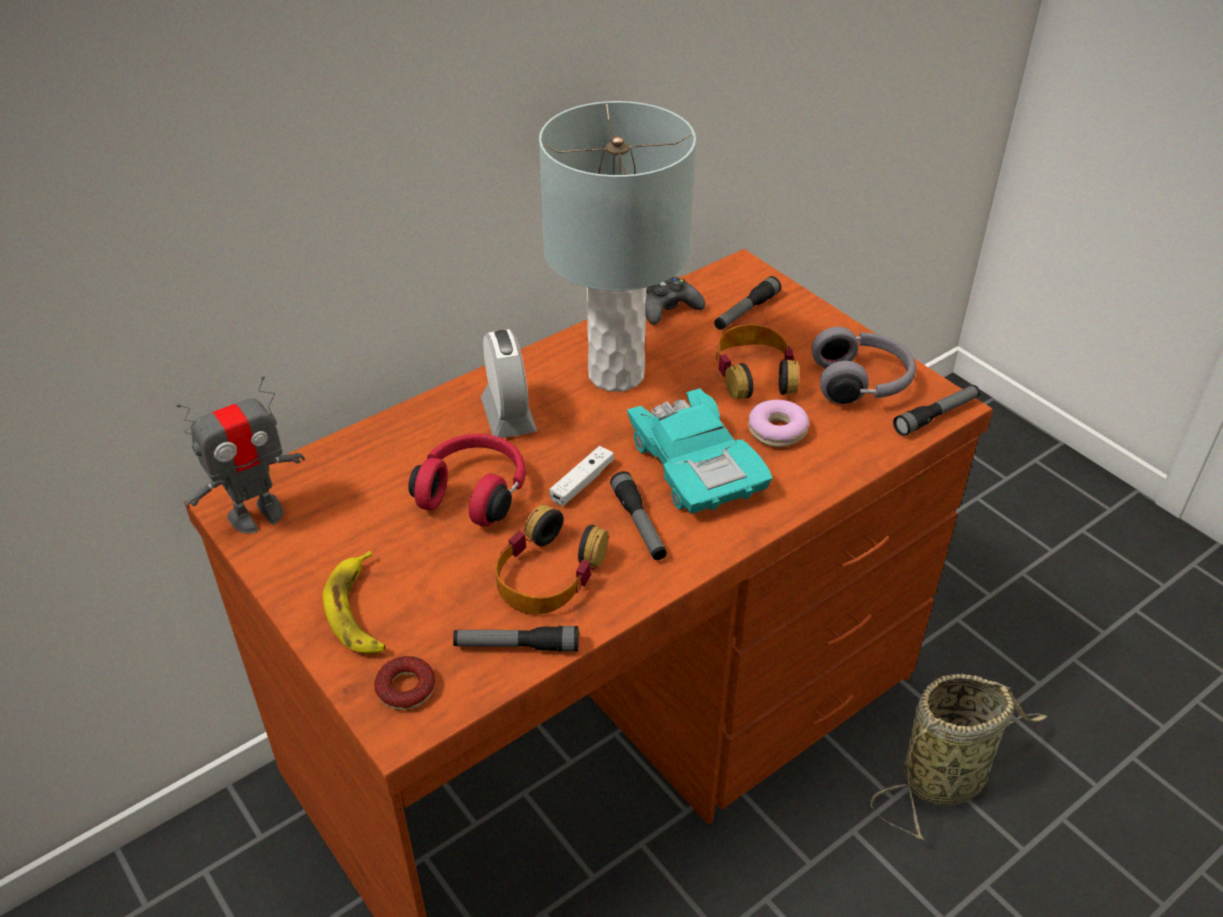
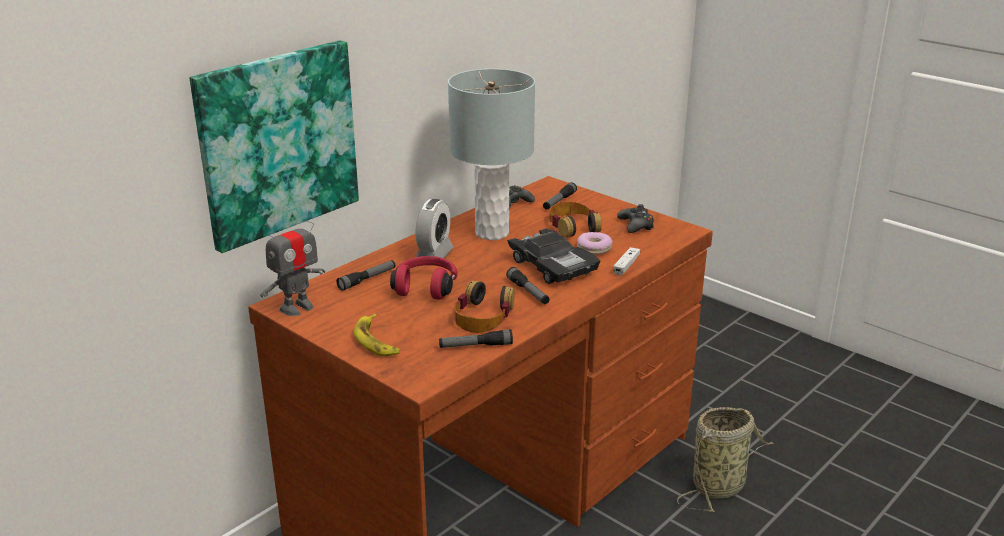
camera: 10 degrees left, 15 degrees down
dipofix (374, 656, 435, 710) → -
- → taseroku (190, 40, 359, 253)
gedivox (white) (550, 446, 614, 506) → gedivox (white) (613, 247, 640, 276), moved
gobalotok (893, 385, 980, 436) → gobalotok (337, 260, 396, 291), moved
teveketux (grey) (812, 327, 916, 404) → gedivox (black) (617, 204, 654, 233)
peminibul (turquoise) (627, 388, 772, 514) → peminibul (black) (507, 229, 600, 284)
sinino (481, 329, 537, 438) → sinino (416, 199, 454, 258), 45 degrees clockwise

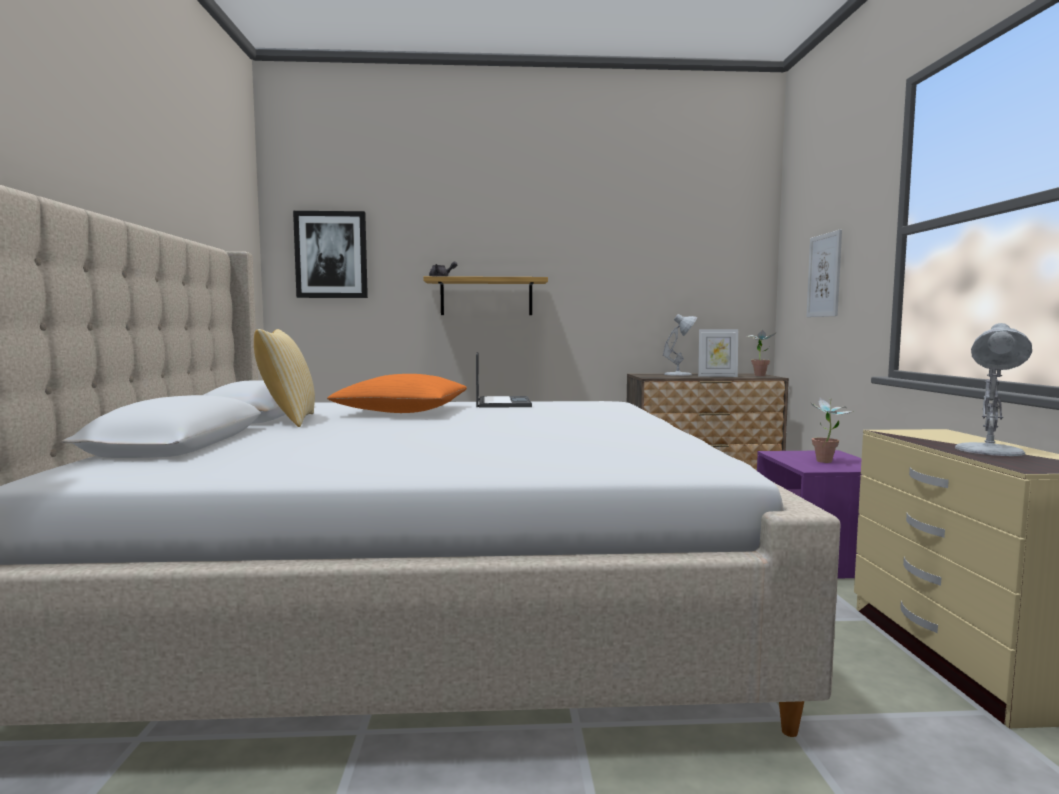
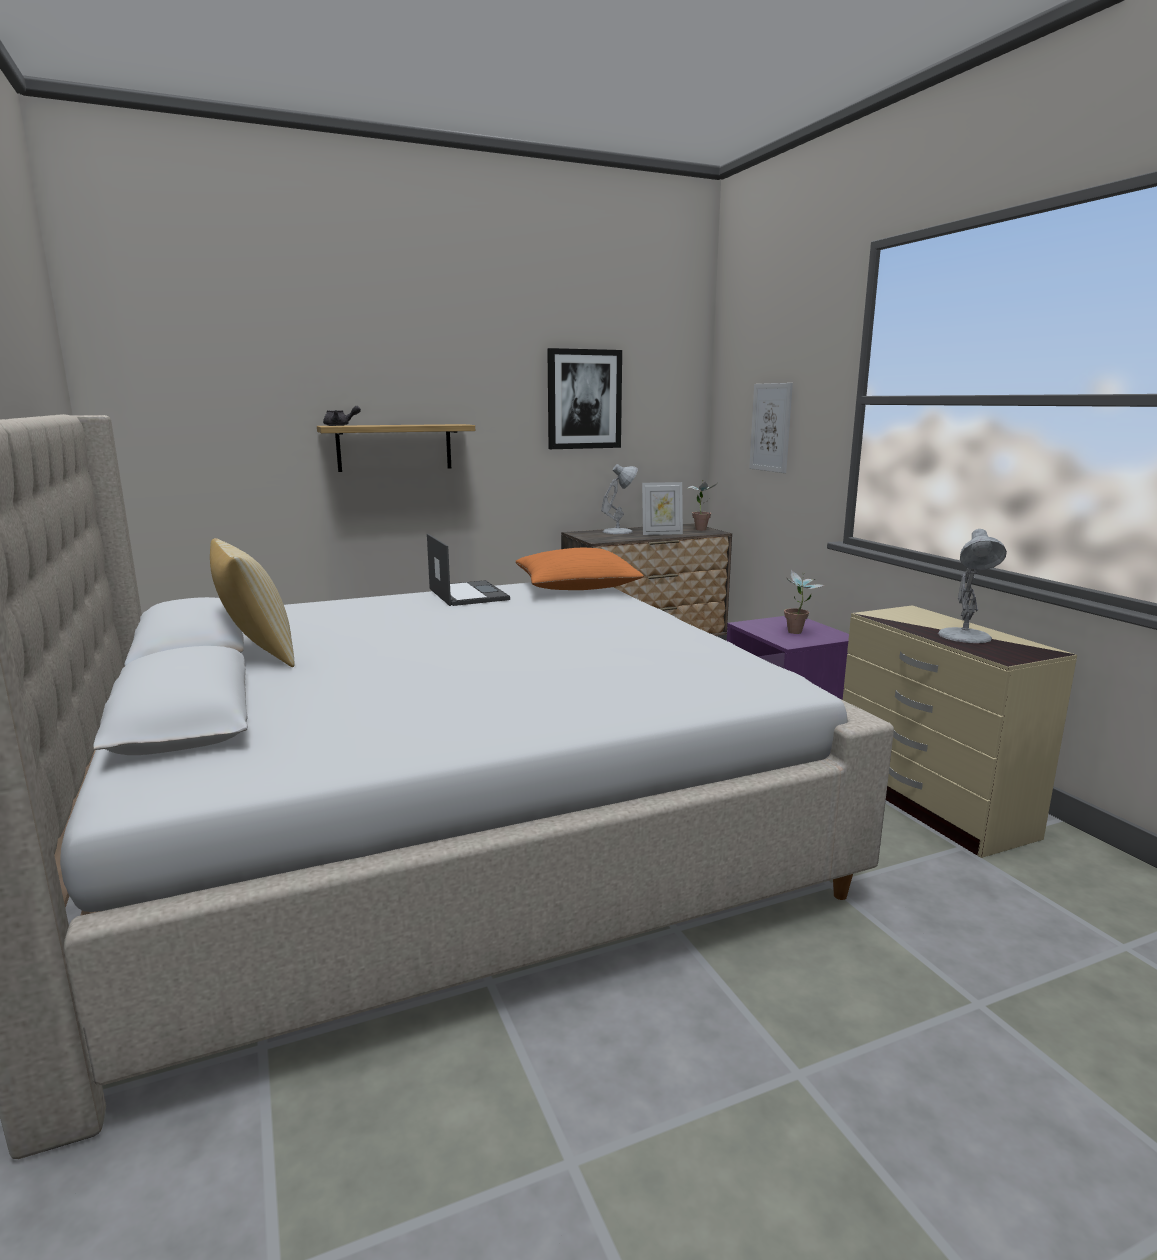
camera: 20 degrees left, 10 degrees up
taseroku (293, 211, 368, 298) → taseroku (547, 348, 622, 449), moved
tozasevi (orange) (327, 374, 467, 413) → tozasevi (orange) (515, 548, 644, 590), moved

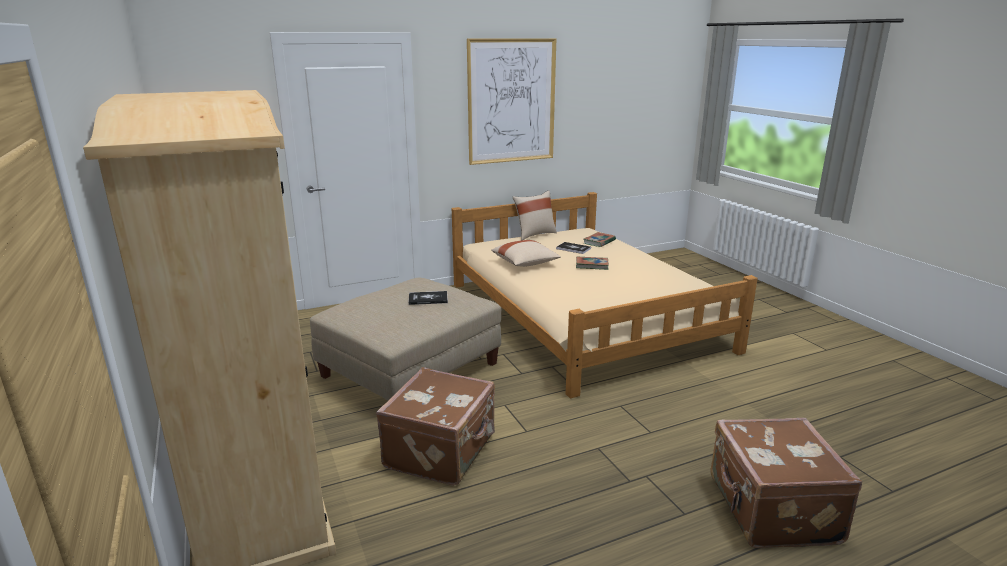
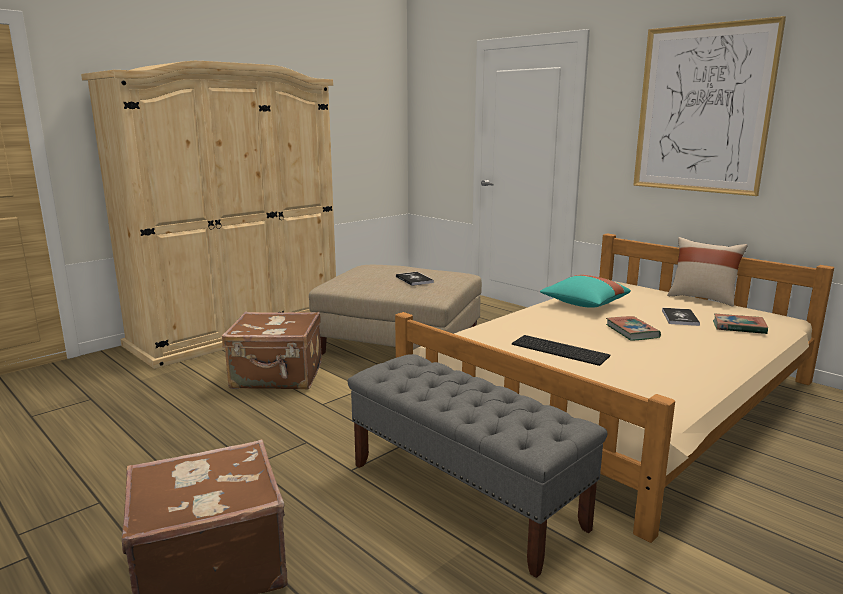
camera: 70 degrees right, 5 degrees down
- → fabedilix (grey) (348, 354, 607, 578)
- → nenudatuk (512, 335, 610, 366)
tozasevi (beige) (491, 240, 561, 267) → tozasevi (turquoise) (540, 275, 631, 308)

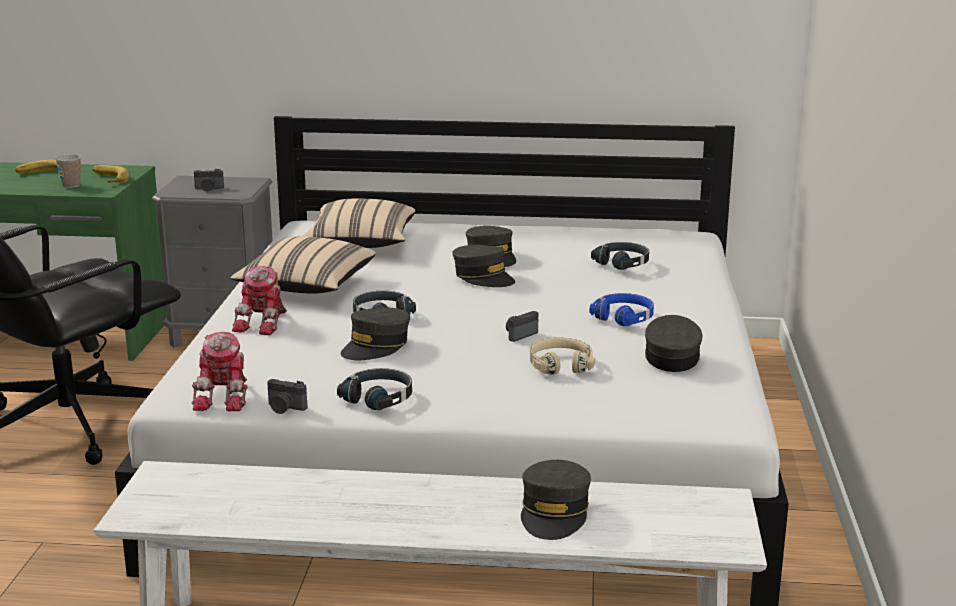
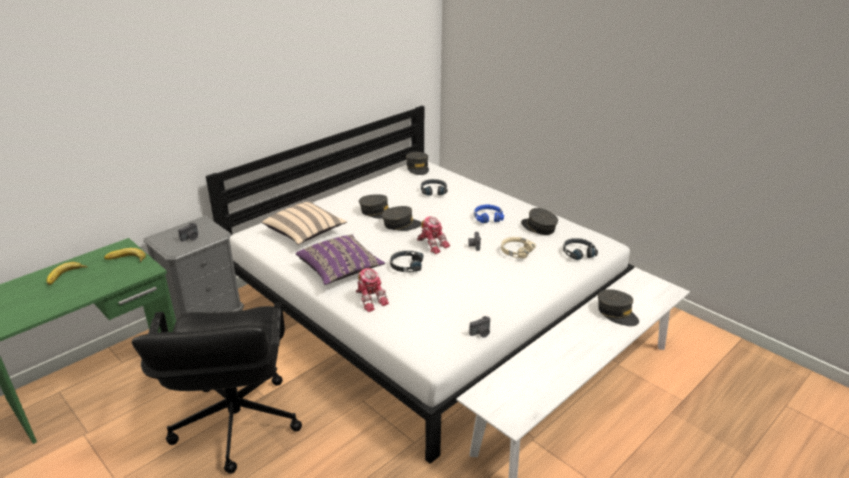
camera: 50 degrees left, 10 degrees up
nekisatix (55, 154, 81, 188) → -
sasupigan (192, 332, 248, 412) → sasupigan (417, 216, 450, 254), moved
teveketux (black) (337, 368, 412, 410) → teveketux (black) (563, 238, 598, 260), moved
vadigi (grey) (341, 308, 410, 360) → vadigi (grey) (406, 152, 429, 175), moved
tozasevi (beige) (230, 236, 376, 294) → tozasevi (purple) (296, 234, 385, 285)

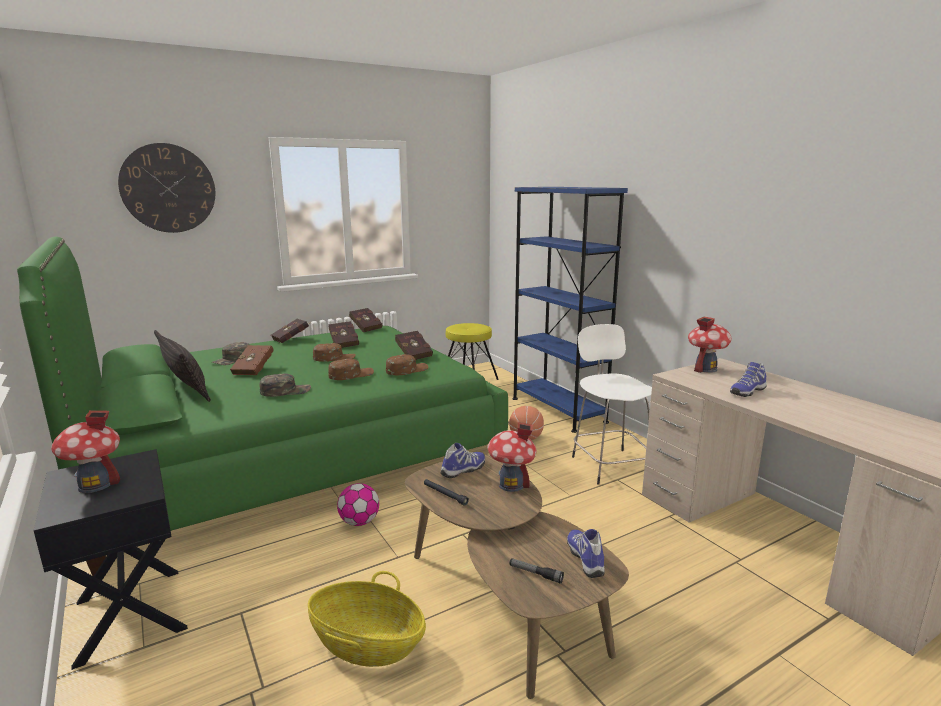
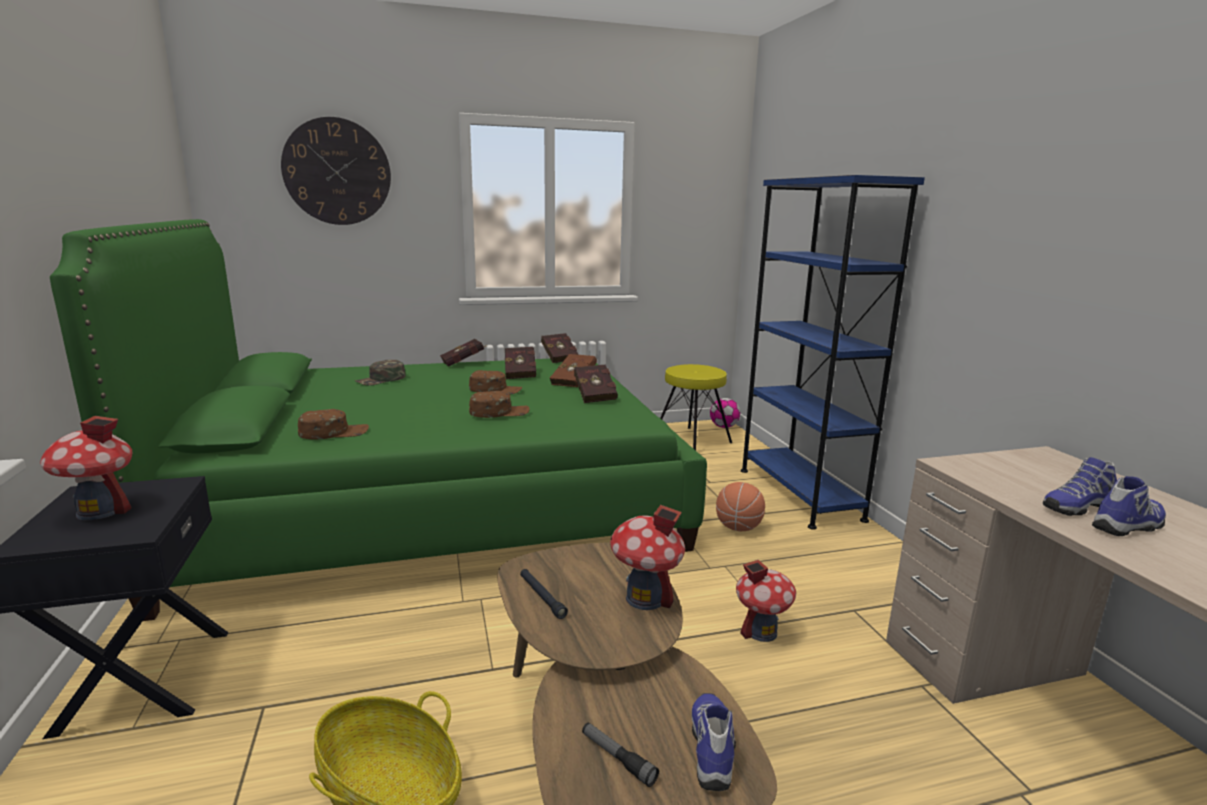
camera: 15 degrees right, 0 degrees up
tozasevi (154, 330, 211, 402) → -
vadigi (green) (259, 373, 311, 397) → -
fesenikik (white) (572, 324, 652, 485) → -
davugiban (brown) (230, 345, 274, 375) → davugiban (brown) (550, 354, 597, 387), moved
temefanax (337, 483, 379, 526) → temefanax (710, 398, 740, 428), moved
vadigi (brown) (386, 354, 428, 375) → vadigi (brown) (298, 409, 369, 440), moved
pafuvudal (440, 443, 485, 478) → pafuvudal (1092, 476, 1166, 536), moved
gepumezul (688, 316, 732, 373) → gepumezul (736, 560, 796, 642), moved

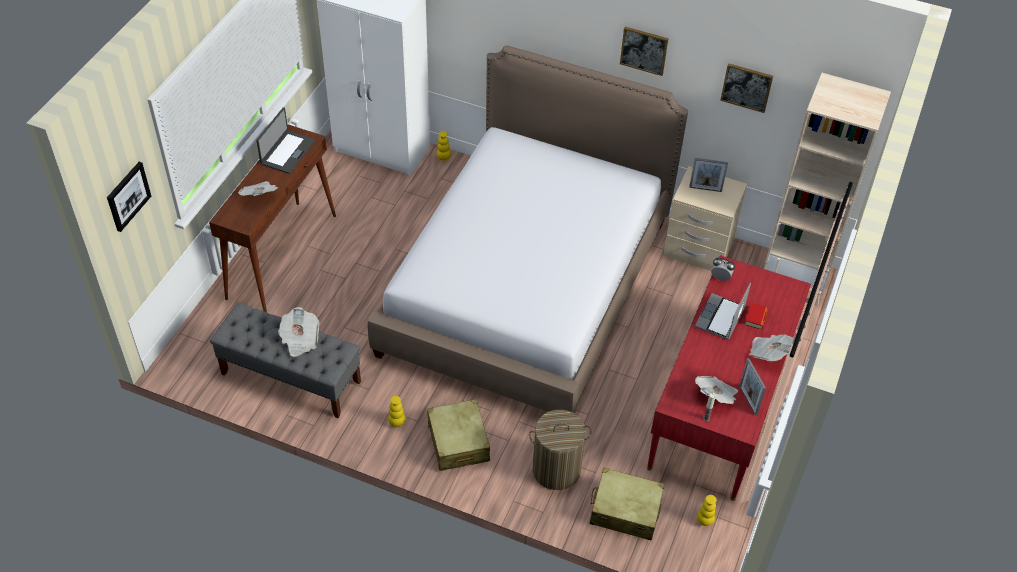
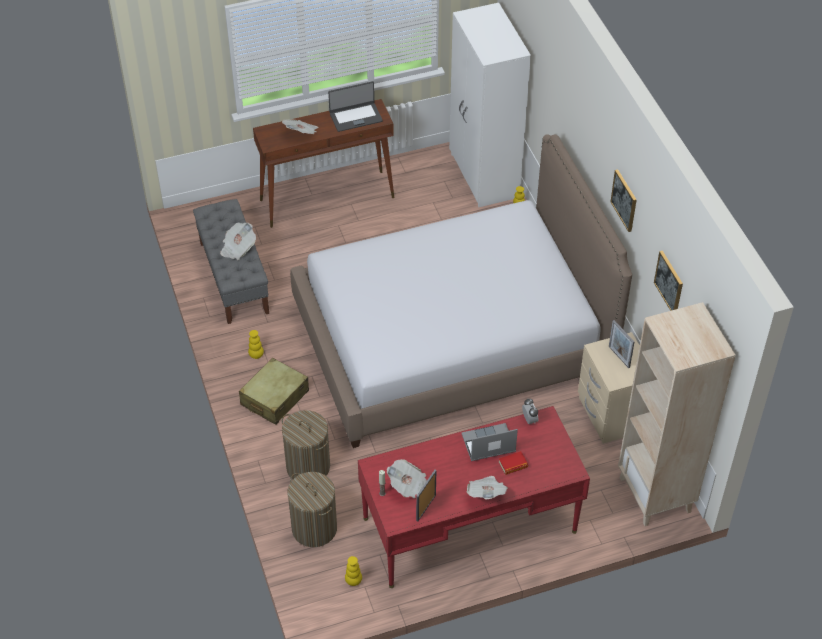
camera: 50 degrees right, 0 degrees up
taseroku (107, 162, 151, 232) → -
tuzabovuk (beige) (590, 468, 665, 541) → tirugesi (287, 472, 337, 547)

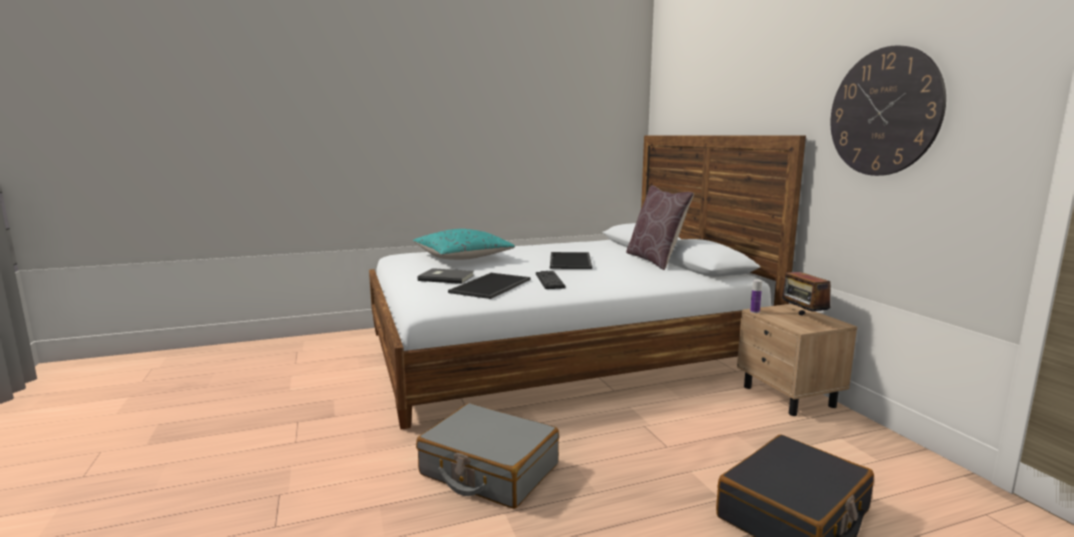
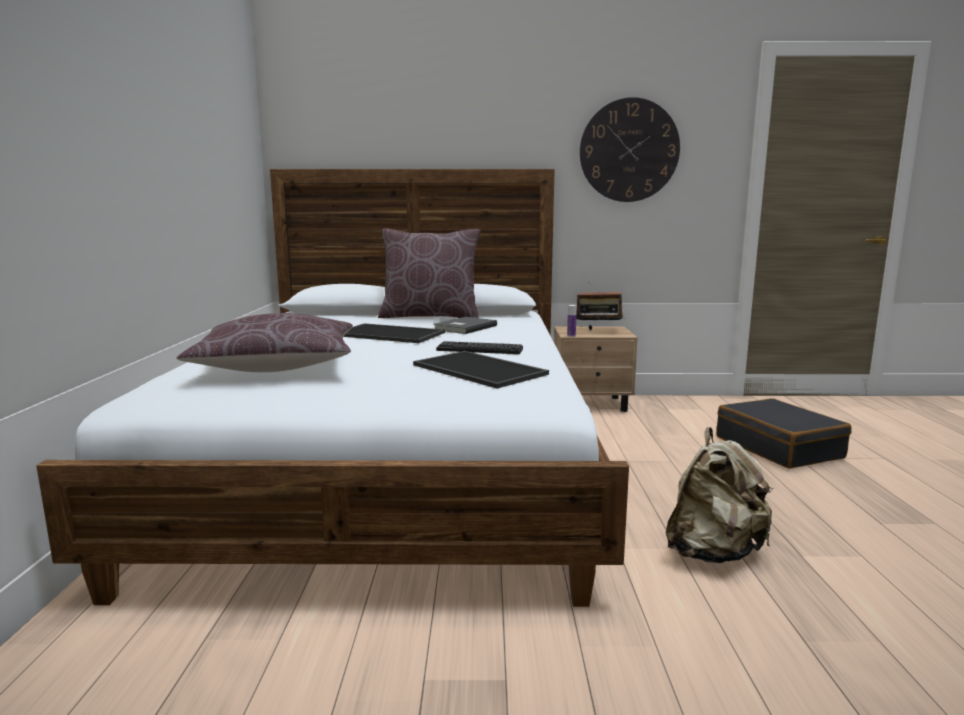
camera: 70 degrees left, 0 degrees up
davugiban (grey) (417, 268, 474, 284) → davugiban (grey) (433, 317, 497, 334), moved
tuzabovuk (grey) (416, 403, 559, 509) → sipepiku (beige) (666, 427, 773, 563)
tozasevi (turquoise) (413, 229, 515, 260) → tozasevi (brown) (177, 313, 353, 372)

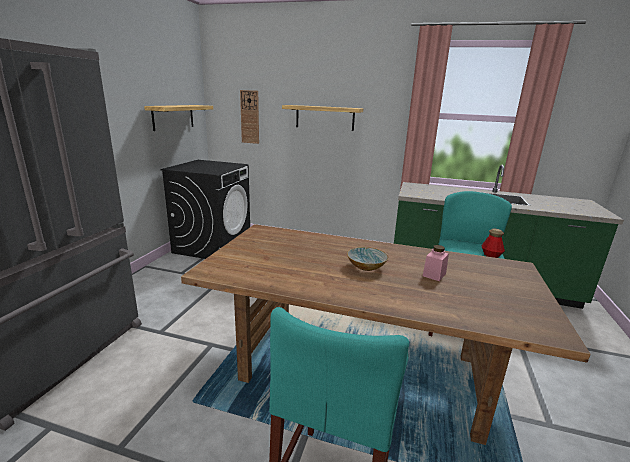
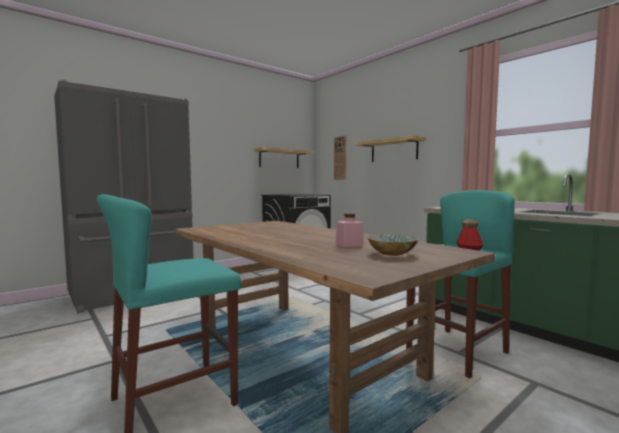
camera: 35 degrees right, 15 degrees down
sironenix (347, 247, 389, 271) → sironenix (367, 234, 419, 256), moved

